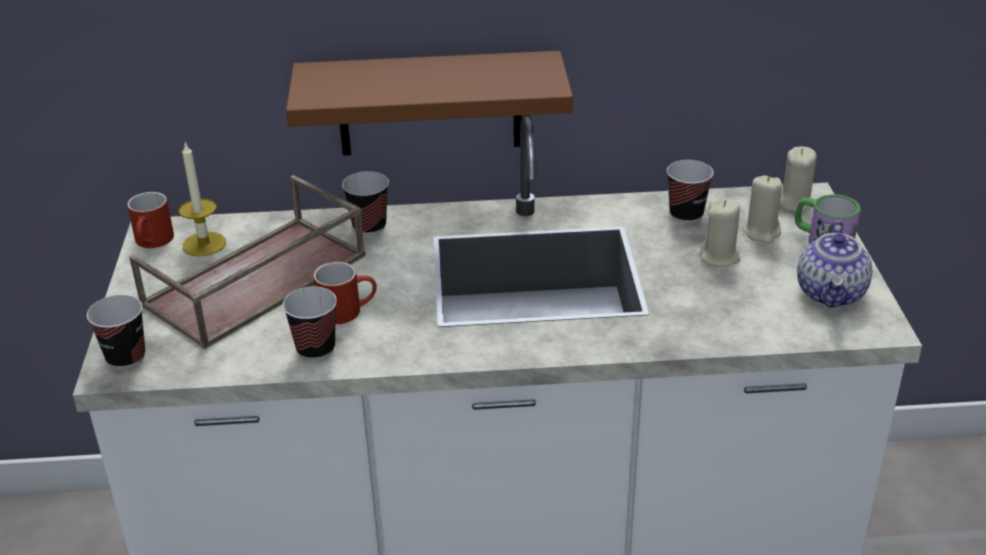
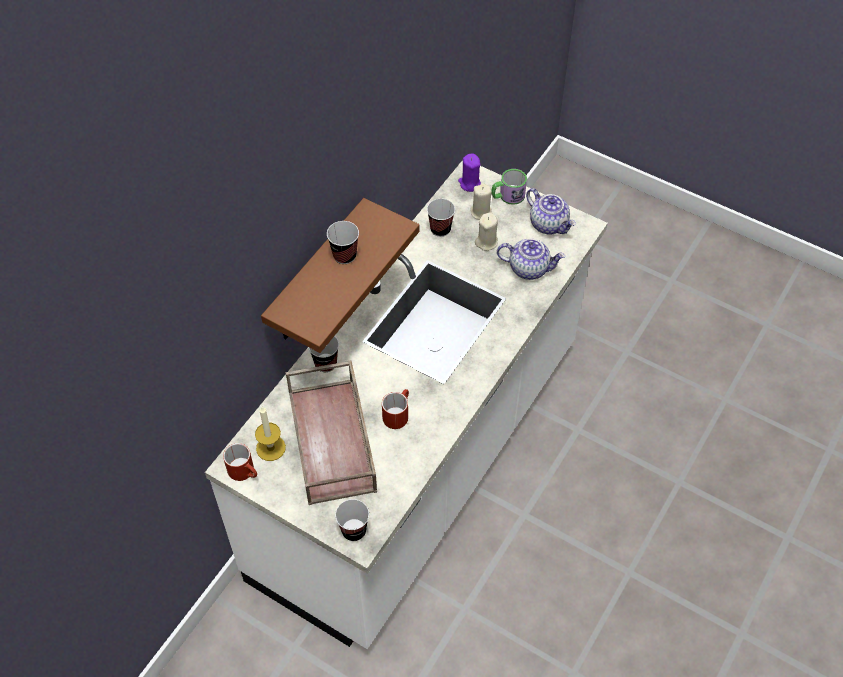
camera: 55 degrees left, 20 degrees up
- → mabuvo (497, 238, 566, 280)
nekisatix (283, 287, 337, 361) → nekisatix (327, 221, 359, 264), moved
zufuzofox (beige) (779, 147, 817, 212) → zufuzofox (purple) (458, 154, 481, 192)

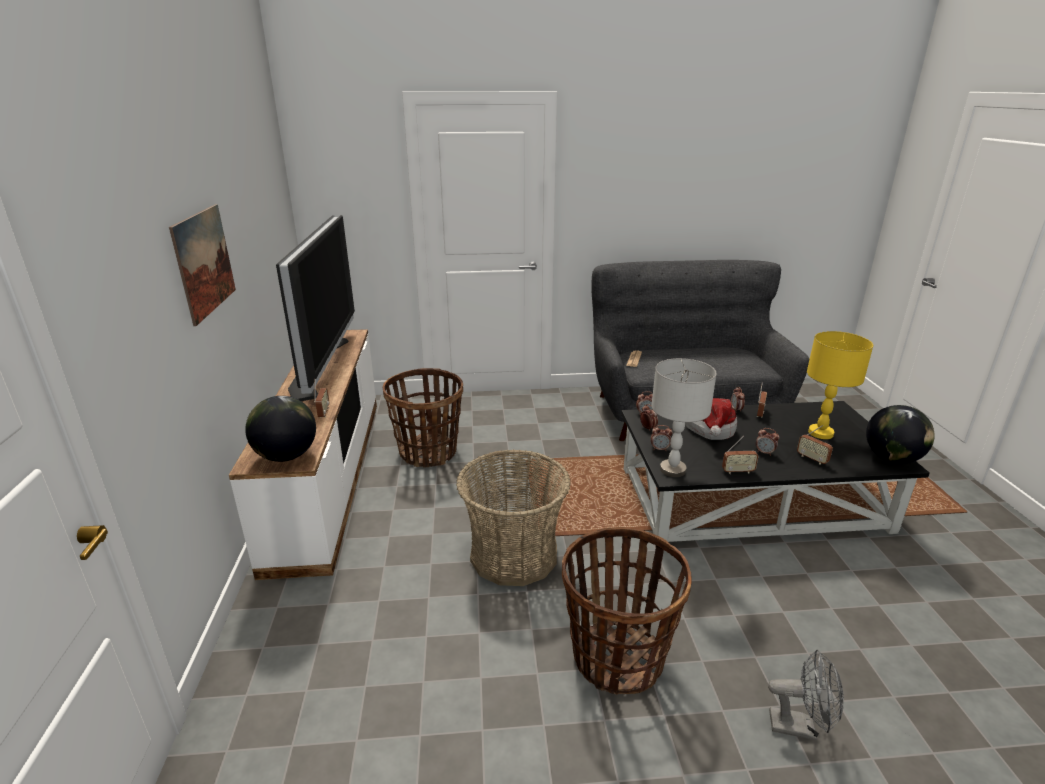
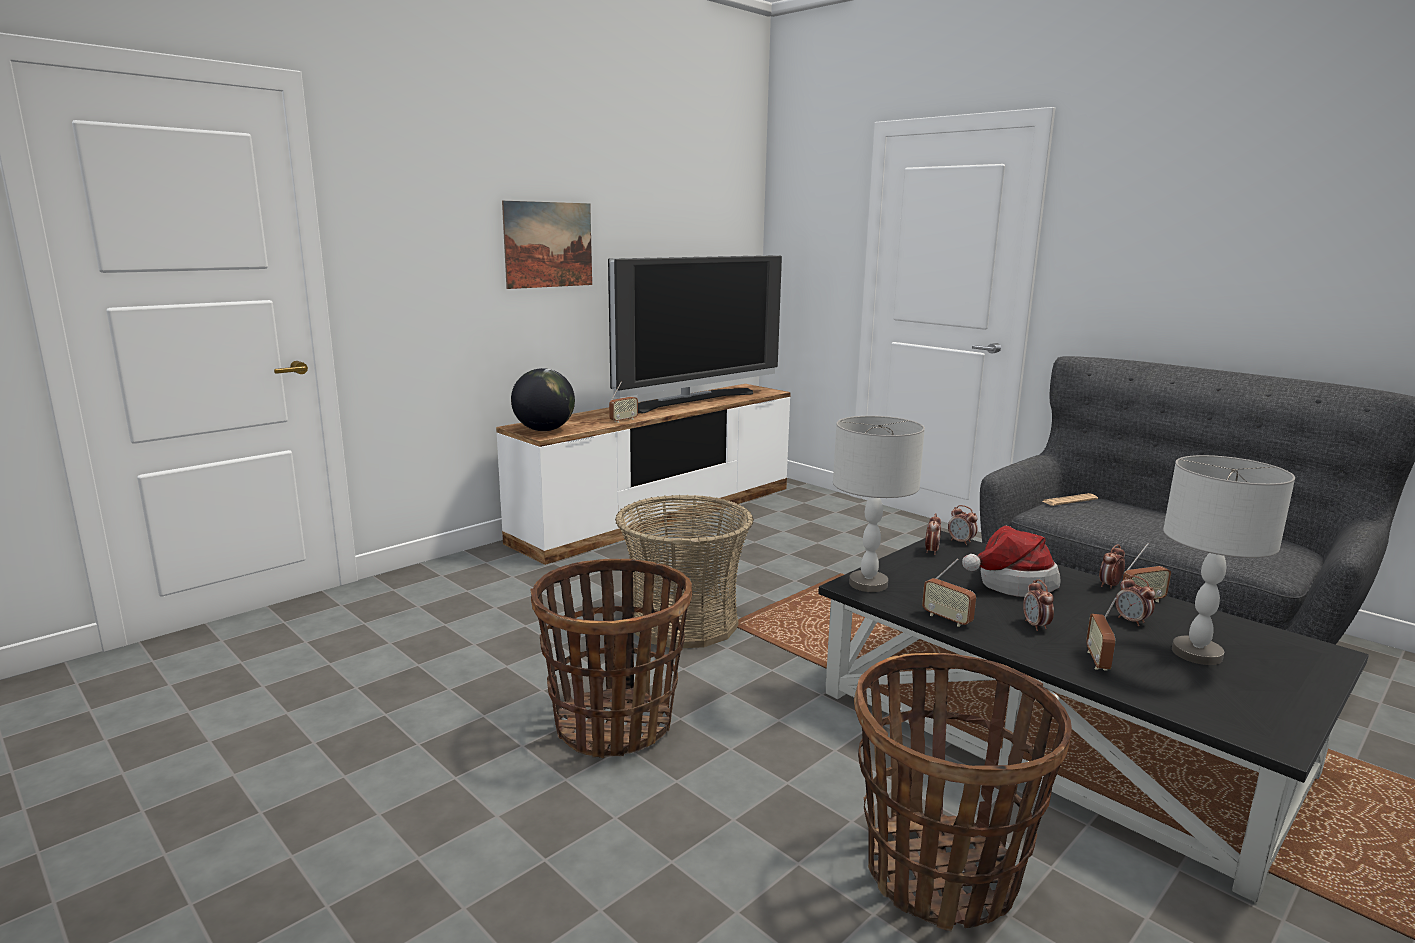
camera: 50 degrees right, 10 degrees down
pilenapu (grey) (768, 649, 844, 741) → -
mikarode (866, 405, 935, 464) → -
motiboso (383, 368, 463, 468) → motiboso (854, 653, 1072, 931), moved
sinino (651, 425, 672, 451) → sinino (1115, 576, 1155, 626), moved
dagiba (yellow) (807, 331, 873, 439) → dagiba (grey) (1163, 455, 1295, 665)

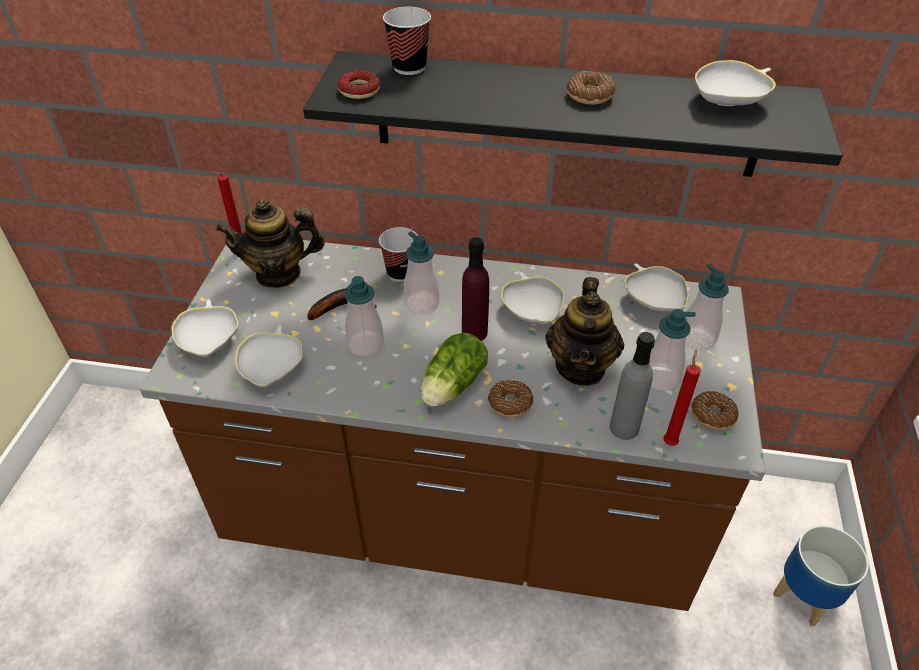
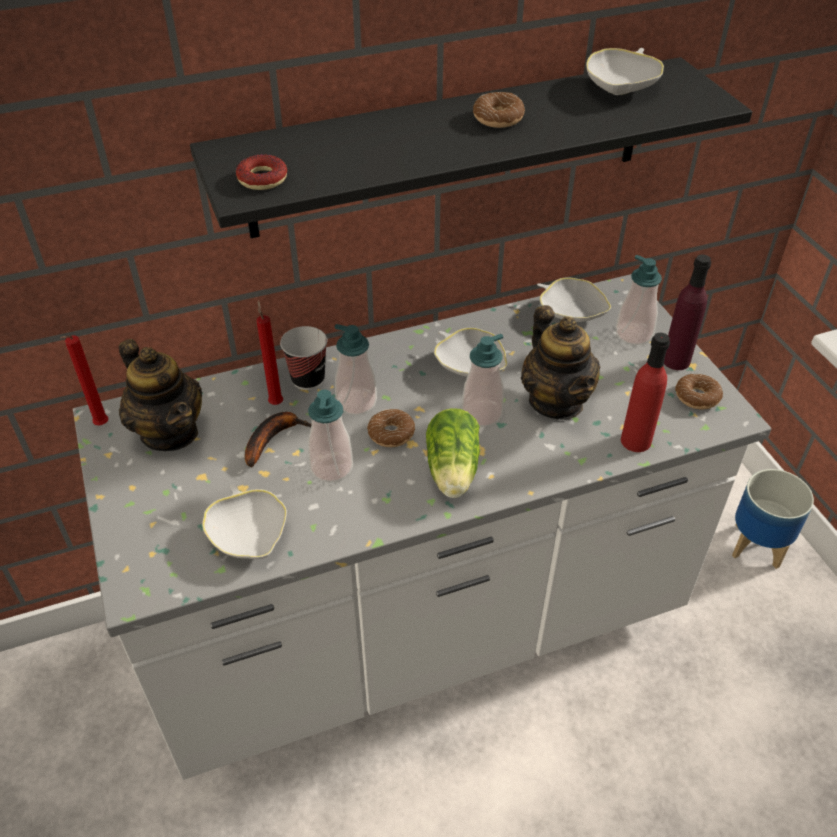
camera: 30 degrees left, 0 degrees up
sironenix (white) (171, 300, 238, 357) → -
nekisatix (383, 7, 431, 75) → -
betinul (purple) (462, 237, 489, 341) → betinul (purple) (664, 254, 711, 370), moved
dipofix (488, 380, 534, 417) → dipofix (367, 409, 415, 447), moved
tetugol (649, 309, 696, 391) → tetugol (462, 334, 504, 427), moved
zufuzofox (red) (663, 350, 701, 446) → zufuzofox (red) (257, 301, 283, 405), moved
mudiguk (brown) (140, 240, 765, 611) → mudiguk (white) (73, 274, 771, 780)
betinul (grey) (610, 332, 655, 440) → betinul (red) (621, 333, 670, 452)
mabuvo (216, 199, 325, 288) → mabuvo (119, 339, 202, 451), 90 degrees counterclockwise

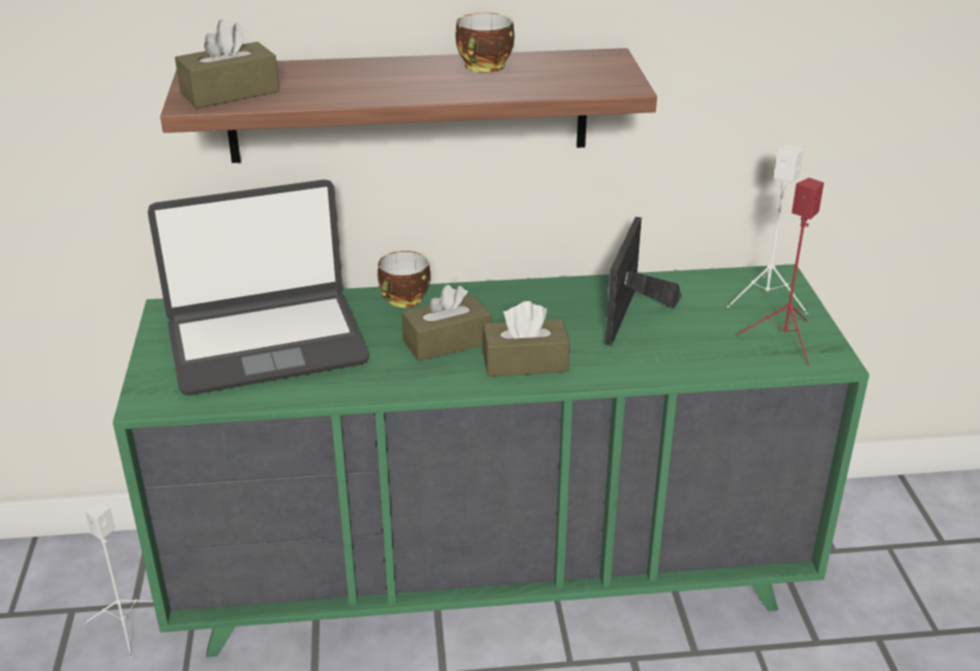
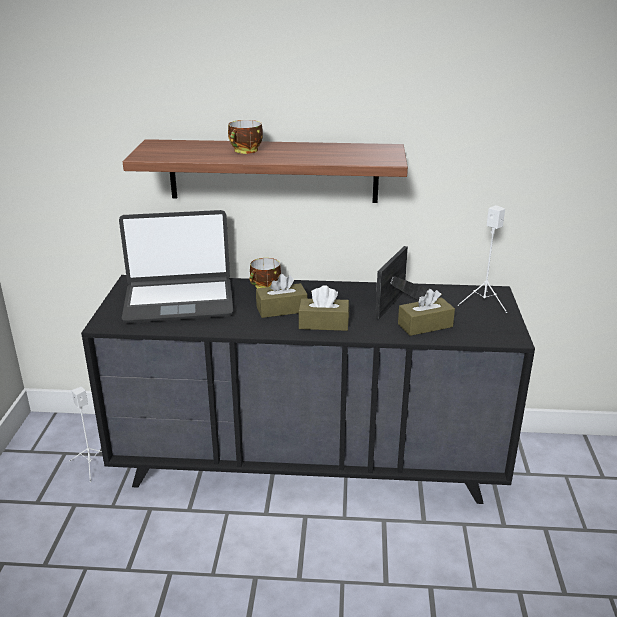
camera: 10 degrees right, 5 degrees down
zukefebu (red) (736, 178, 824, 366) → -
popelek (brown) (175, 19, 279, 109) → popelek (brown) (398, 289, 455, 336), moved
nekisatix (455, 13, 515, 73) → nekisatix (228, 120, 263, 154), moved
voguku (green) (113, 264, 869, 657) → voguku (black) (81, 275, 535, 504)

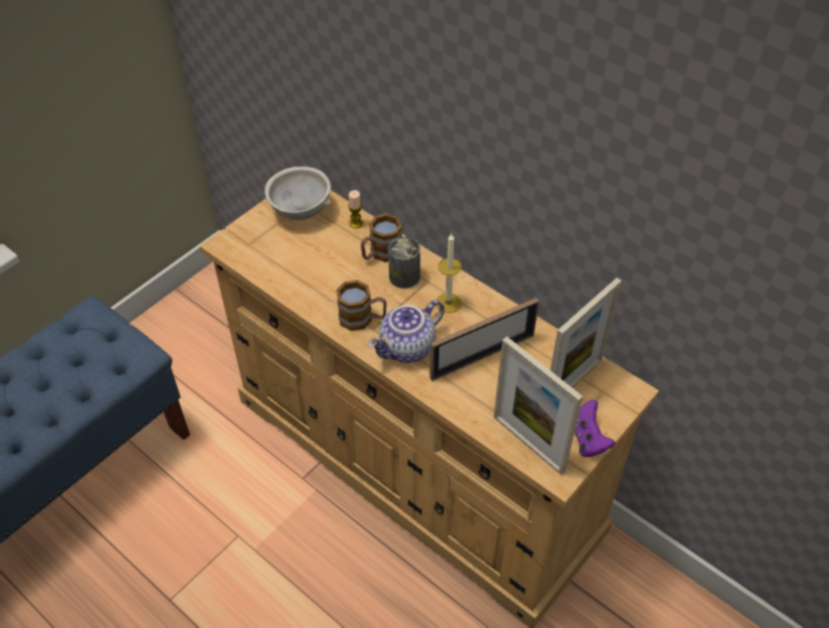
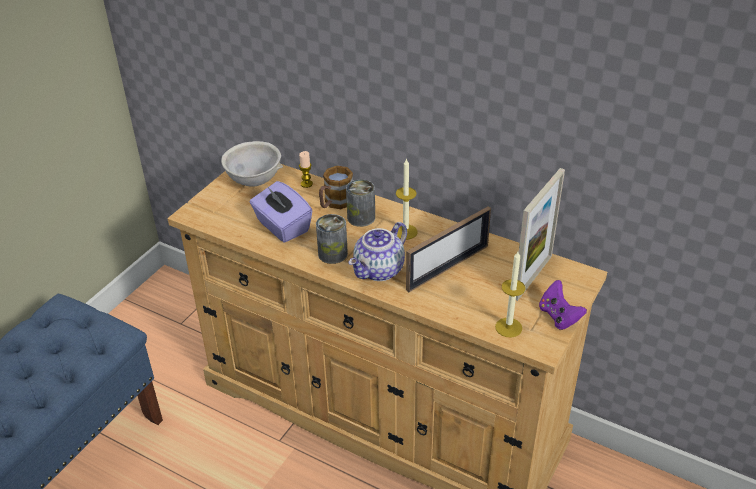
camera: 10 degrees left, 10 degrees down
- → popelek (purple) (249, 181, 312, 243)
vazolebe (336, 280, 387, 331) → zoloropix (316, 214, 348, 264)
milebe (494, 337, 583, 475) → zufuzofox (495, 251, 526, 337)

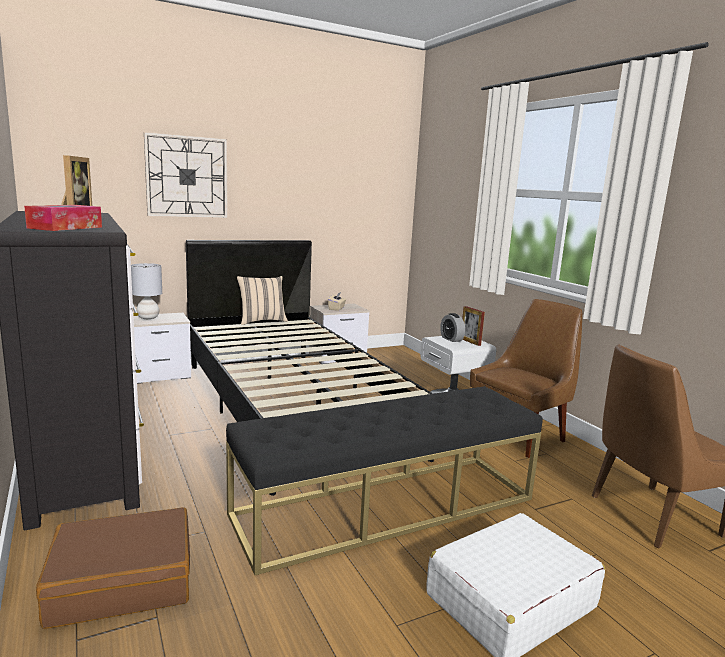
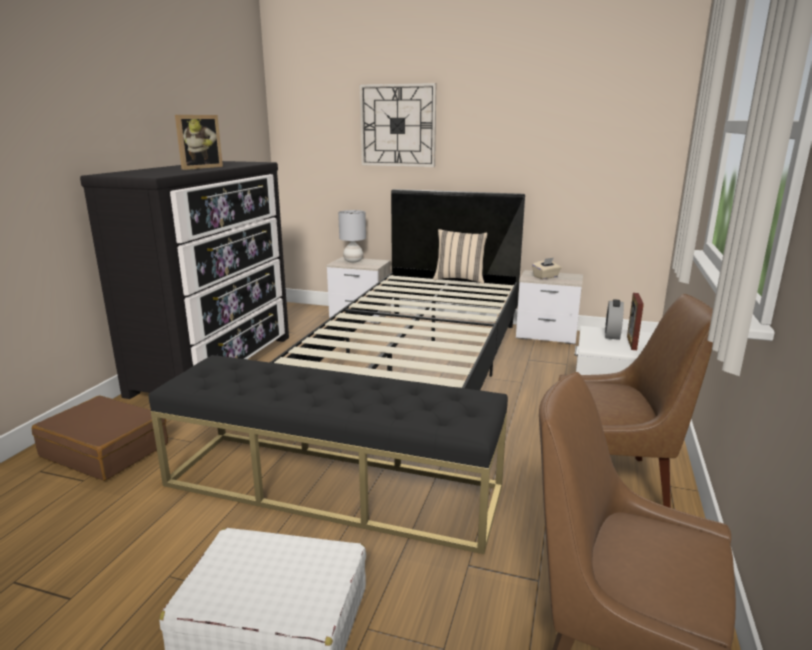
camera: 45 degrees right, 5 degrees up
popelek (24, 205, 102, 231) → -

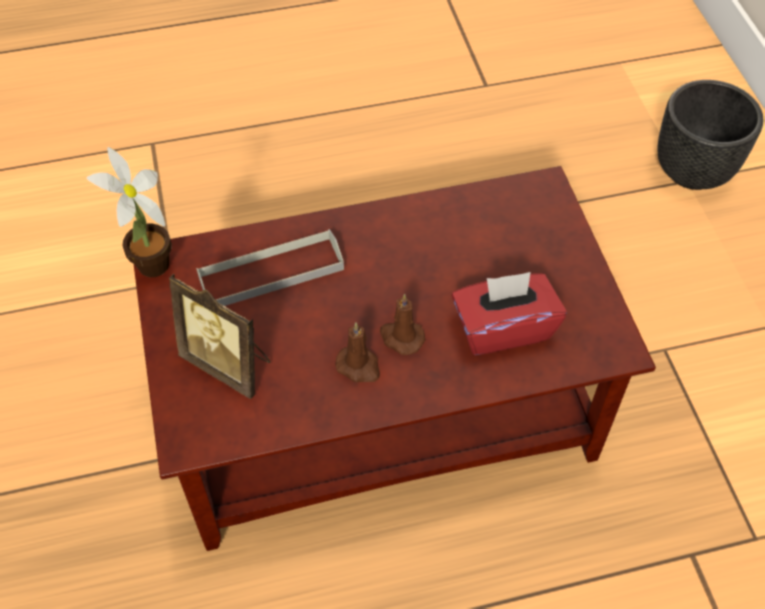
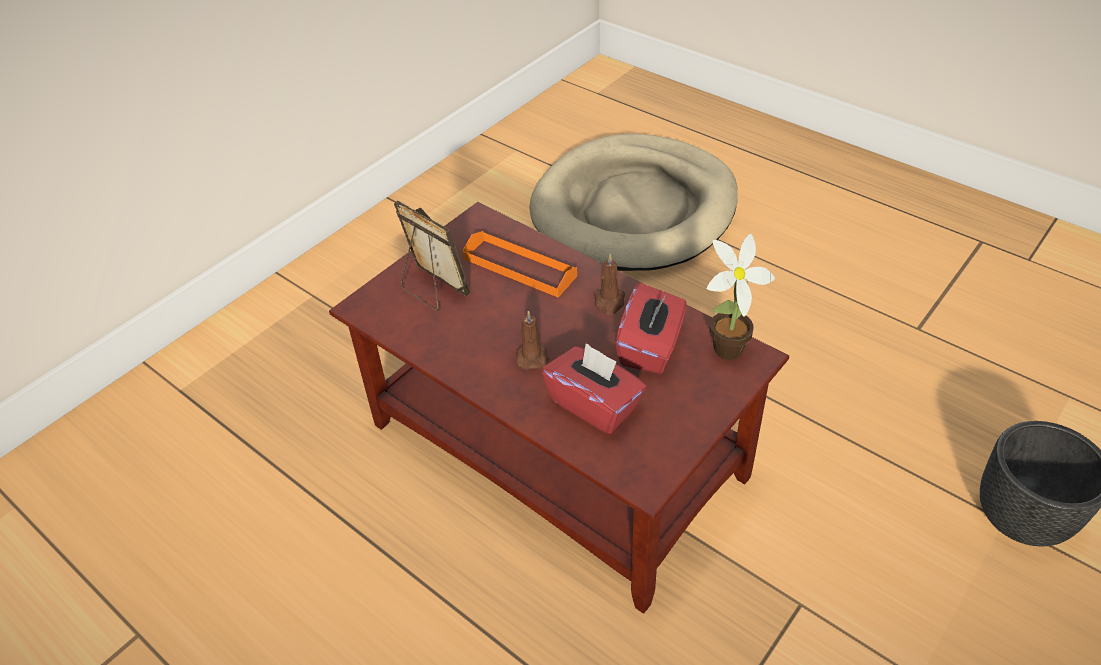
camera: 55 degrees right, 10 degrees down
- → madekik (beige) (530, 134, 738, 271)
- → popelek (red) (615, 283, 687, 374)
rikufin (87, 147, 172, 277) → rikufin (707, 234, 775, 360), moved
zufuzofox (brown) (335, 322, 380, 382) → zufuzofox (brown) (594, 253, 625, 315), moved
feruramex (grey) (196, 229, 344, 306) → feruramex (orange) (462, 231, 577, 298)
milebe (169, 274, 270, 399) → milebe (394, 201, 470, 311), 135 degrees clockwise

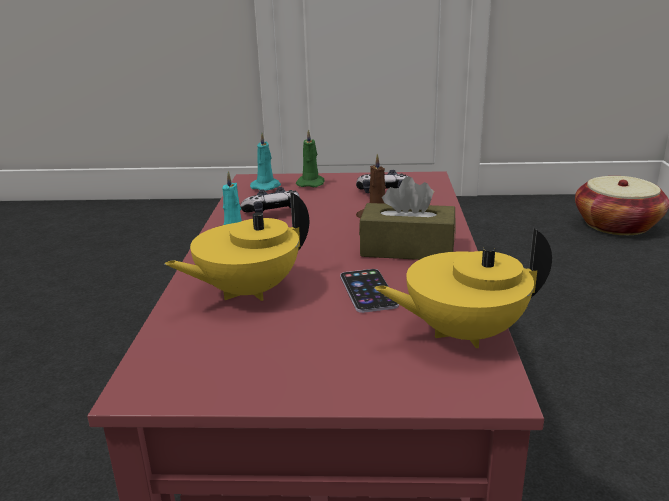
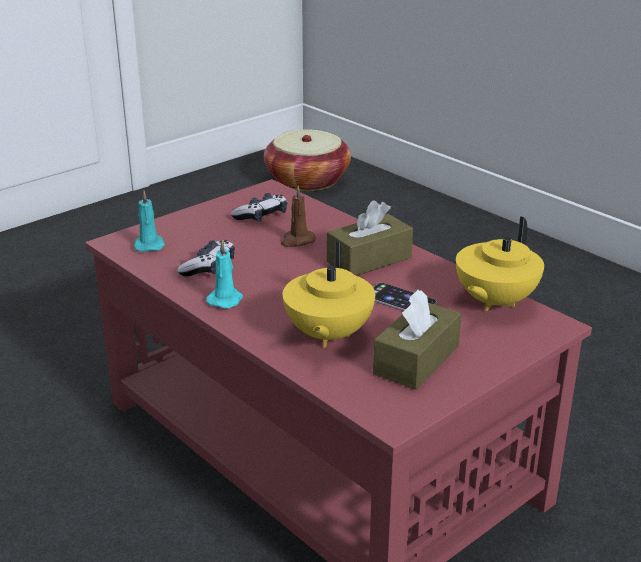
camera: 45 degrees left, 5 degrees up
zufuzofox (green) (296, 129, 325, 187) → -
- → popelek (brown) (373, 289, 461, 390)

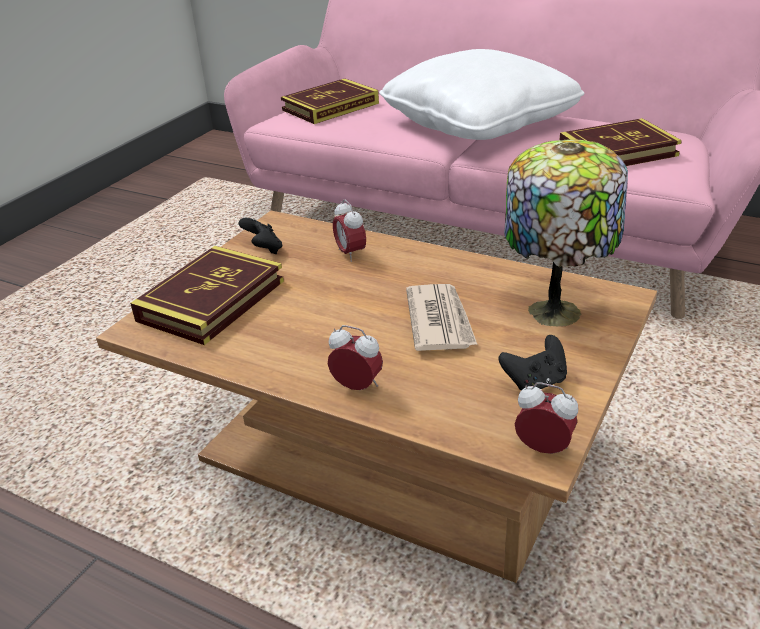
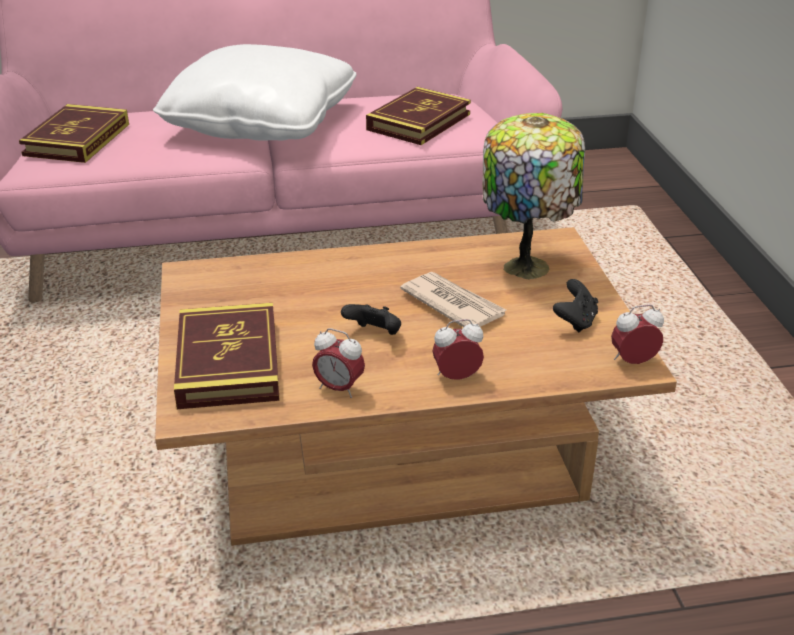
camera: 40 degrees left, 0 degrees up
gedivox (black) (239, 218, 283, 254) → gedivox (black) (341, 304, 401, 335), moved
sinino (333, 199, 366, 262) → sinino (312, 328, 365, 398), moved

